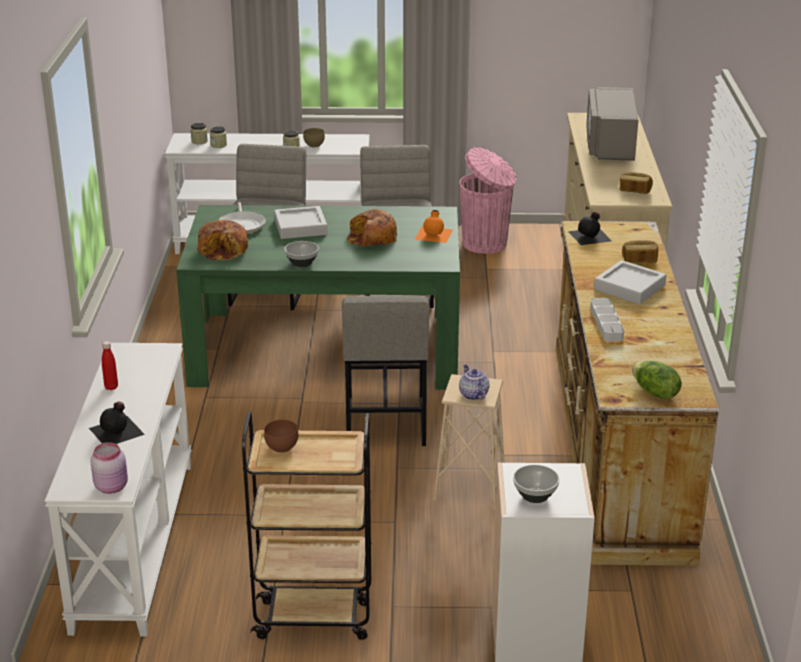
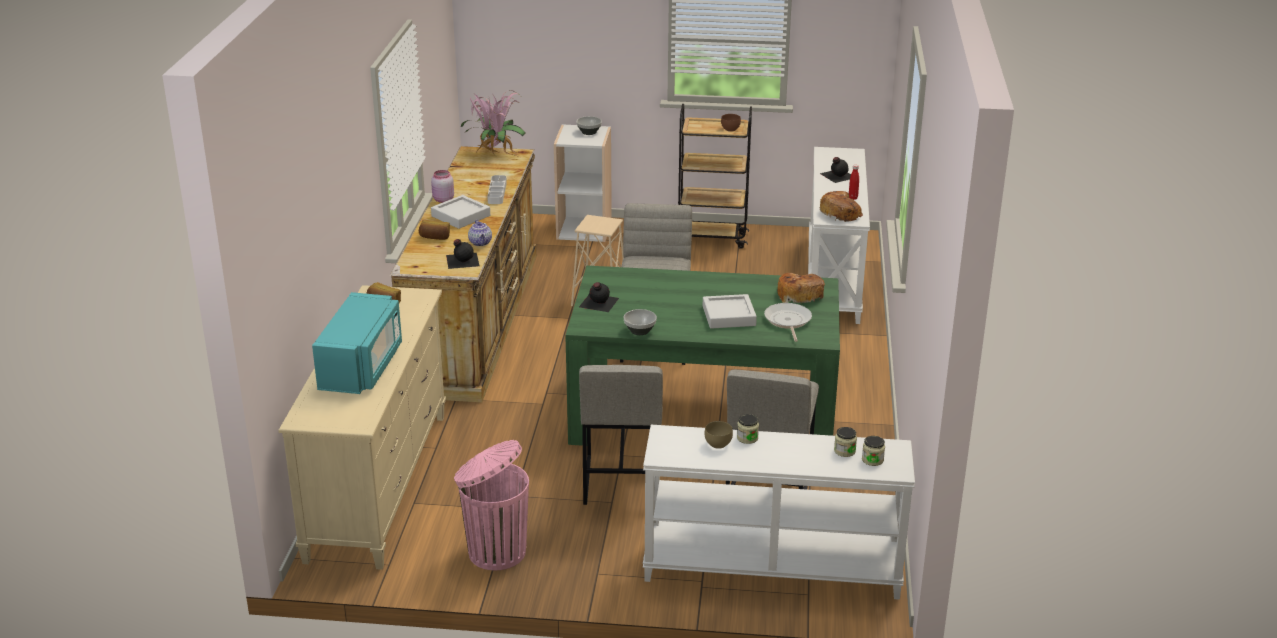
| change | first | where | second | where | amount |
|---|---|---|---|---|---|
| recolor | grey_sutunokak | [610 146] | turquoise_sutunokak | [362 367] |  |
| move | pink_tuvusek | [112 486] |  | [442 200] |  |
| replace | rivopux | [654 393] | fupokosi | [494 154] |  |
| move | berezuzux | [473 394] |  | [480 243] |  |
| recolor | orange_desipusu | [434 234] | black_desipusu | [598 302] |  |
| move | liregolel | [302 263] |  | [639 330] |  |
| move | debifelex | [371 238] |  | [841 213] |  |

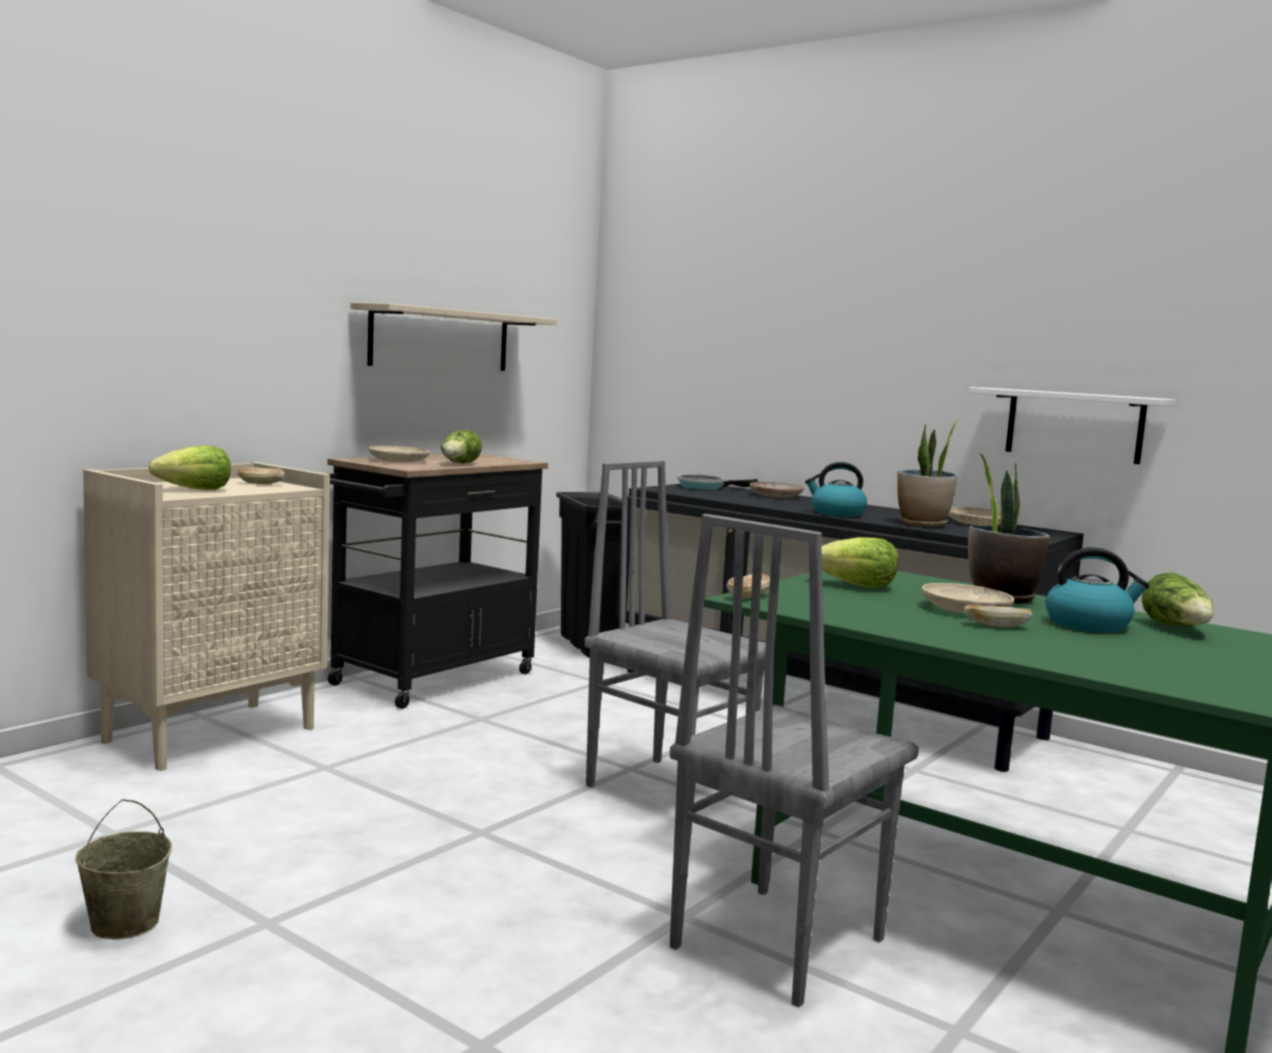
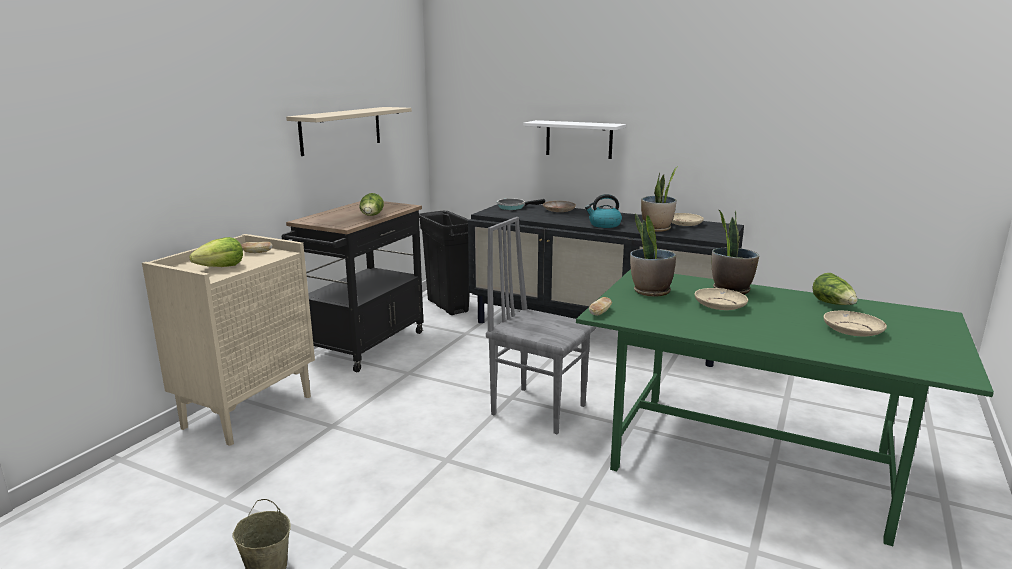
| change | first | where | second | where | amount |
|---|---|---|---|---|---|
| move | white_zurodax | [1074 425] |  | [579 139] |  |
| replace | rivopux | [857 586] | fupokosi | [650 291] |  |
| move | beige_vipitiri | [399 461] |  | [852 330] |  |
| delete | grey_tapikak | [774 942] |  |  |  |
| delete | debifelex | [996 626] |  |  |  |
| delete | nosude | [1089 625] |  |  |  |

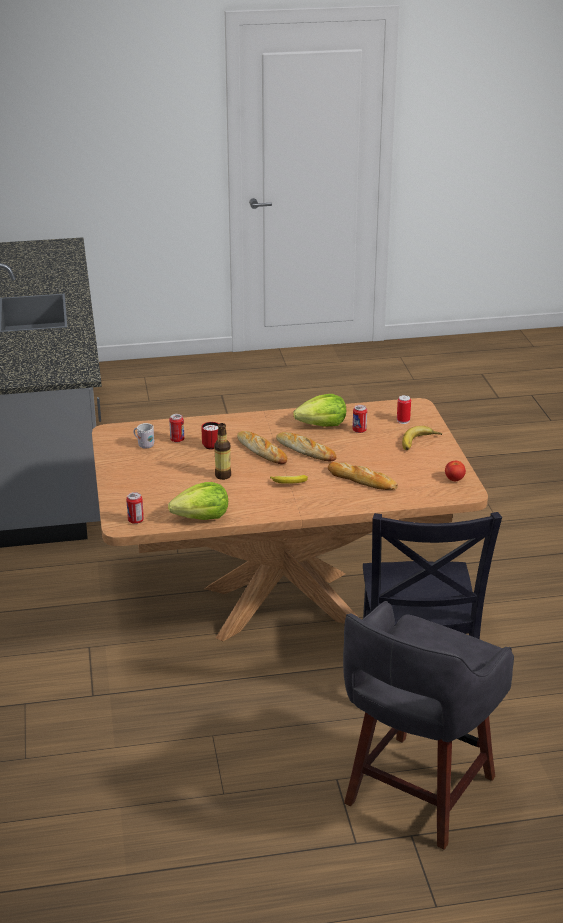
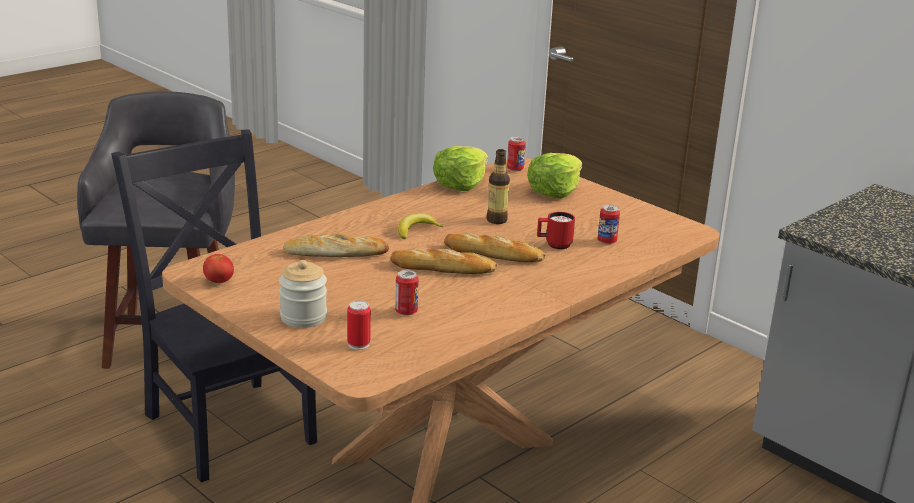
| change | first | where | second | where | amount |
|---|---|---|---|---|---|
| replace | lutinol | [420 443] | tuvusek | [303 317] |  |
| move | rivopux | [322 425] |  | [554 191] |  |
| delete | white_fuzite | [144 445] |  |  |  |

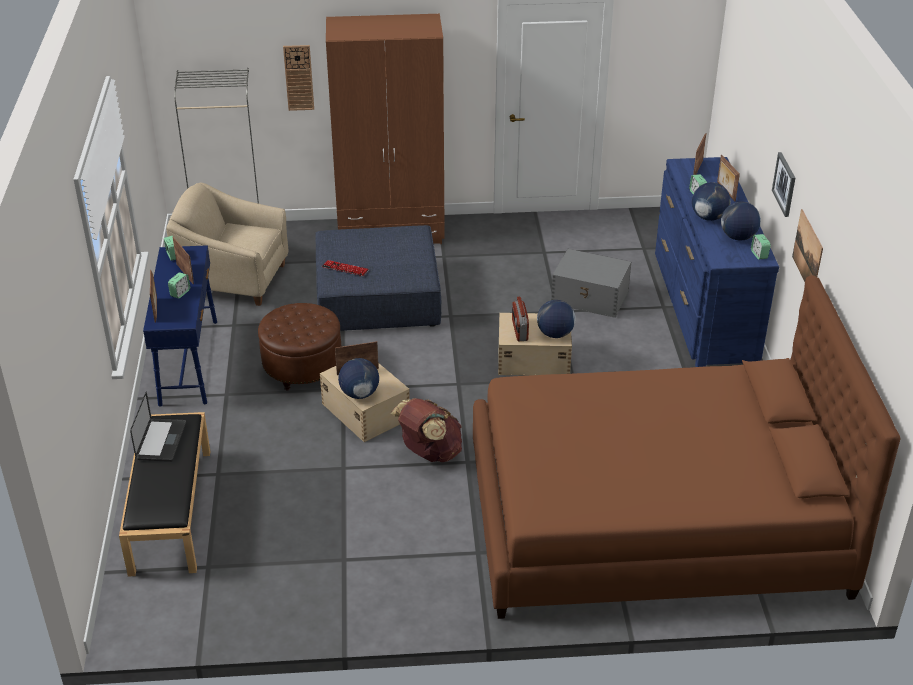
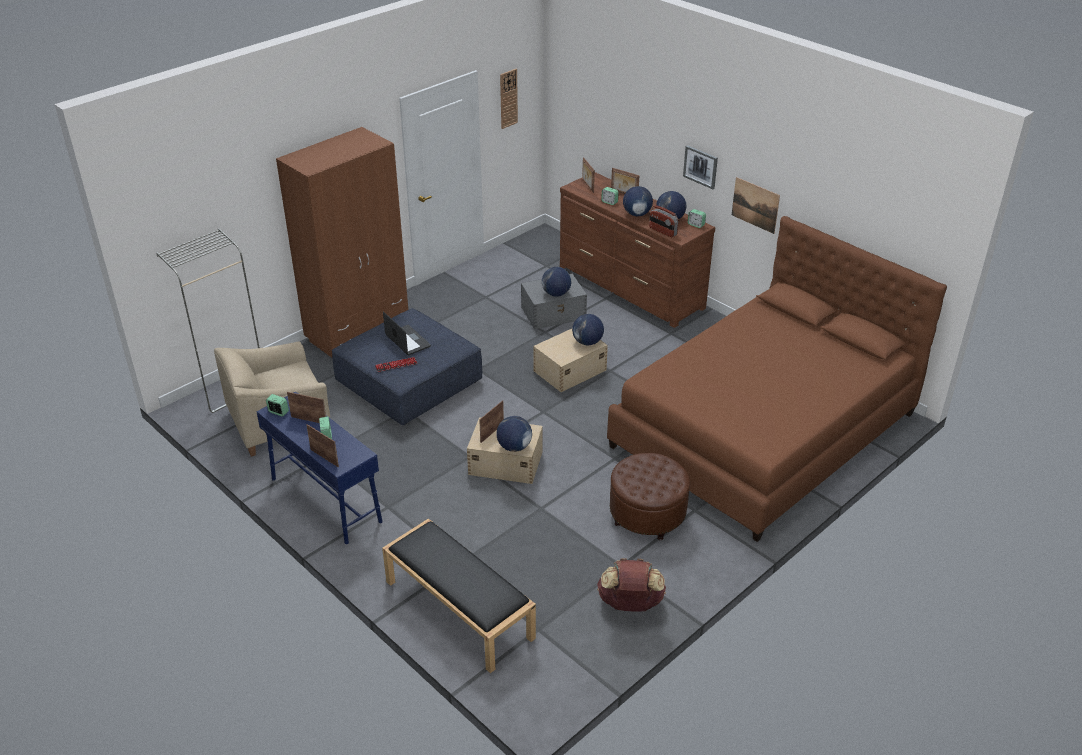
| change | first | where | second | where | amount |
|---|---|---|---|---|---|
| move | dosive | [161 441] |  | [407 341] |  |
| move | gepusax | [299 77] |  | [508 98] |  |
| insert |  |  | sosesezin | [556 294] |  |
| recolor | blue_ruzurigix | [704 308] | brown_ruzurigix | [630 287] |  |
| move | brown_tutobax | [429 453] |  | [630 604] |  |
| move | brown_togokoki | [302 368] |  | [647 516] |  |
| move | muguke | [519 330] |  | [662 231] |  |

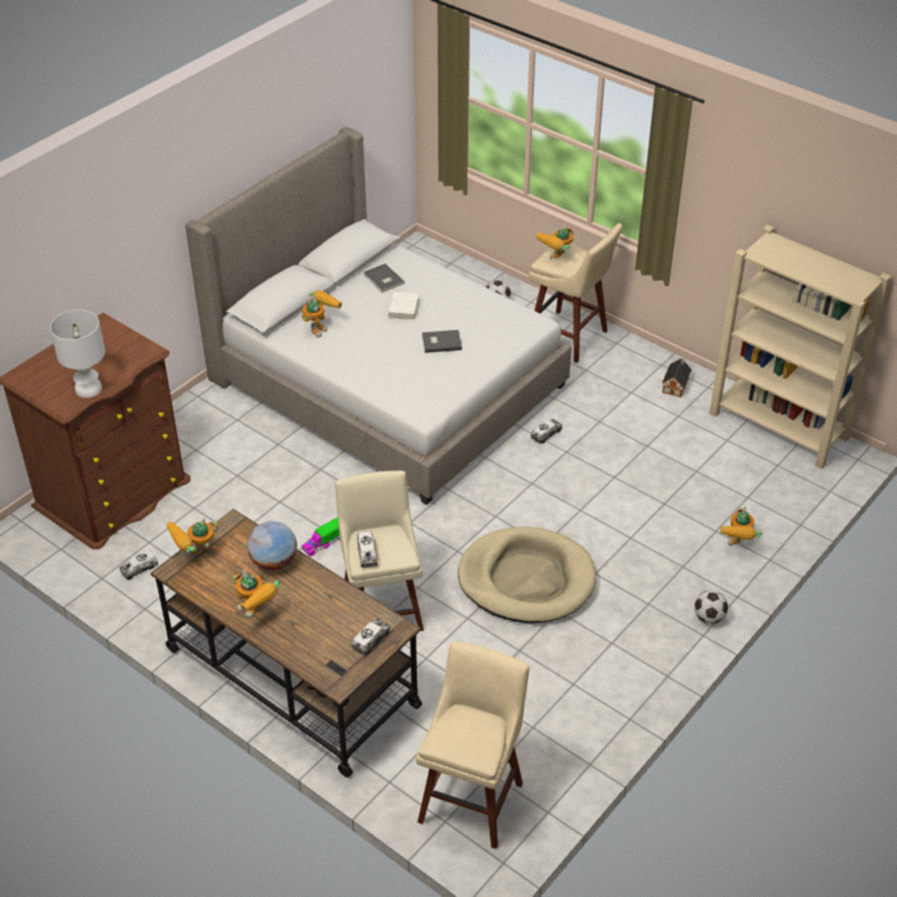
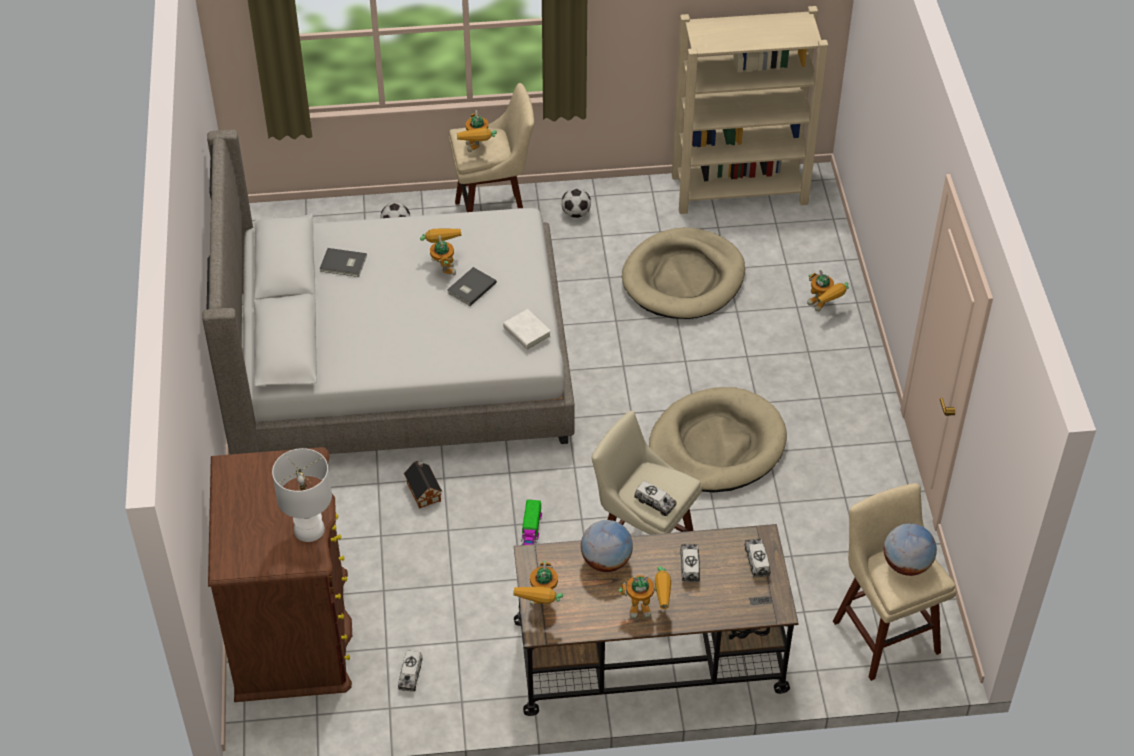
| change | first | where | second | where | amount |
|---|---|---|---|---|---|
| move | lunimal | [676 385] |  | [423 491] |  |
| move | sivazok | [320 327] |  | [443 265] |  |
| move | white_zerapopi | [403 309] |  | [527 333] |  |
| move | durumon | [709 618] |  | [576 213] |  |
| insert |  |  | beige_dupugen | [683 278] |  |
| move | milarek | [546 434] |  | [690 566] |  |
| insert |  |  | sosesezin | [906 565] |  |

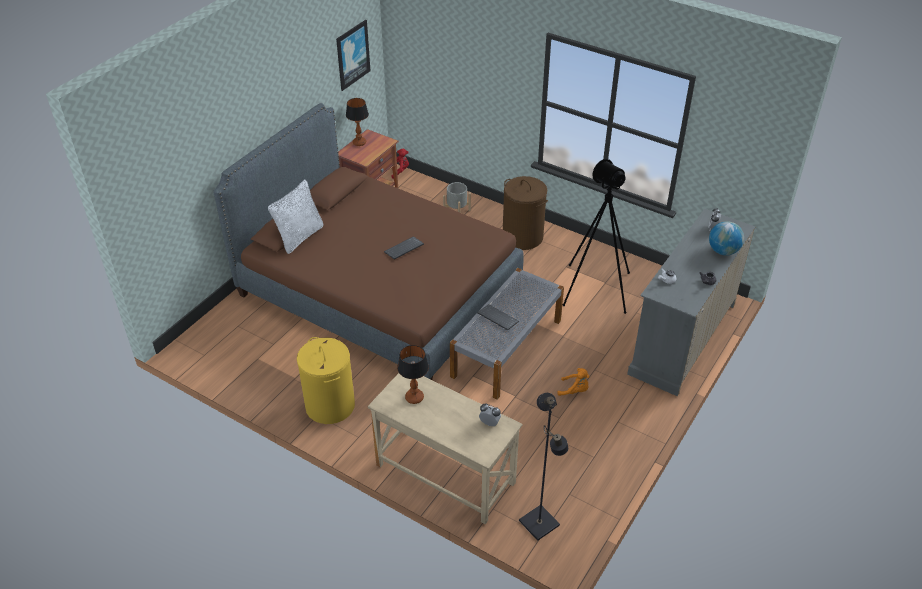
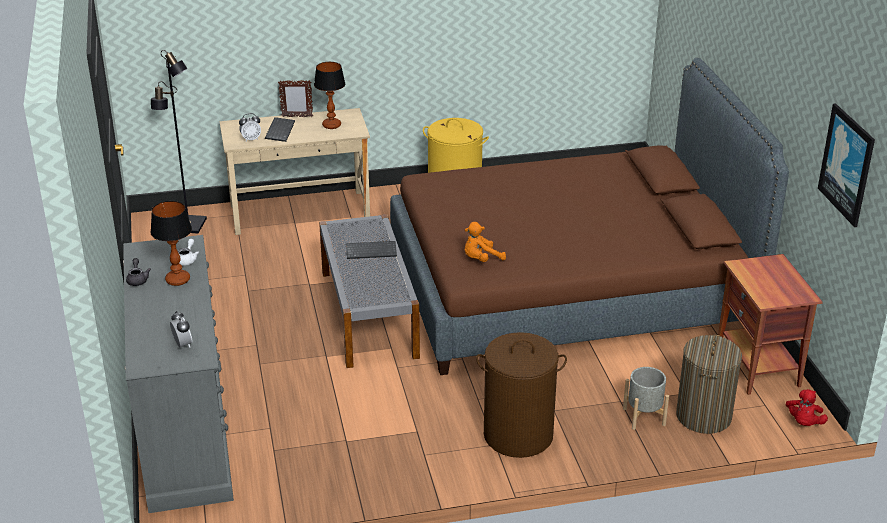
| change | first | where | second | where | amount |
|---|---|---|---|---|---|
| move | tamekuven | [359 143] |  | [178 279] |  |
| move | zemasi | [404 249] |  | [279 130] |  |
| insert |  |  | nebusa | [297 116] |  |
| move | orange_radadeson | [574 390] |  | [481 259] |  |
| insert |  |  | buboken | [703 416] |  |
| delete | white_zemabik | [300 237] |  |  |  |
| delete | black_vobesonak | [596 289] |  |  |  |
| delete | sosesezin | [723 251] |  |  |  |

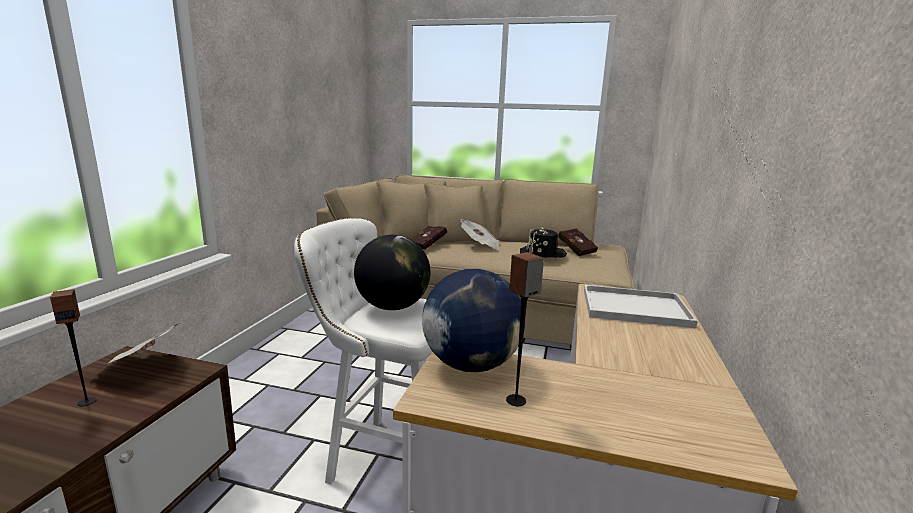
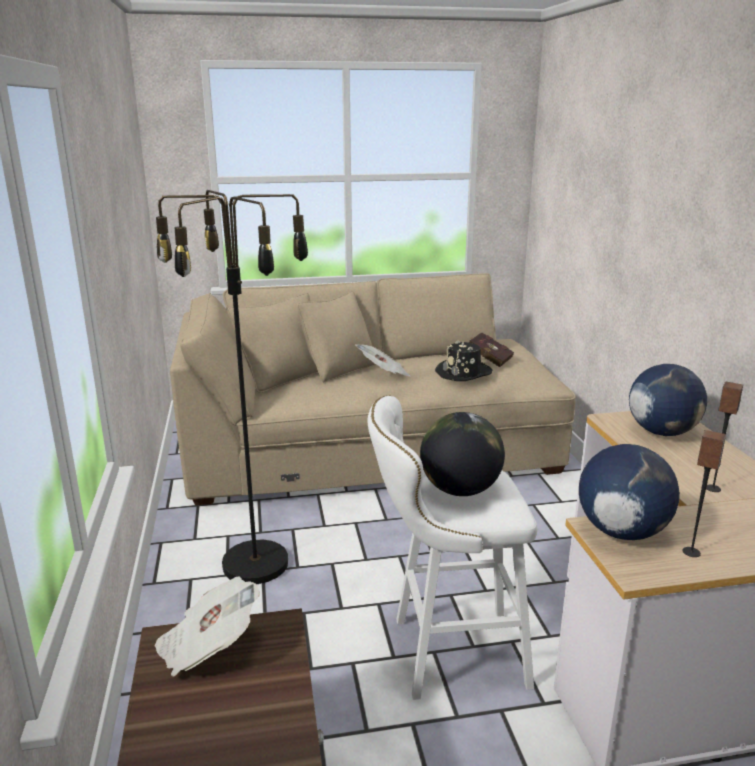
| change | first | where | second | where | amount |
|---|---|---|---|---|---|
| insert |  |  | vobesonak | [254 565] |  |
| replace | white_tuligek | [636 307] | sosesezin | [661 432] |  |
| move | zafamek | [87 401] |  | [712 488] |  |
| delete | red_zerapopi | [429 246] |  |  |  |

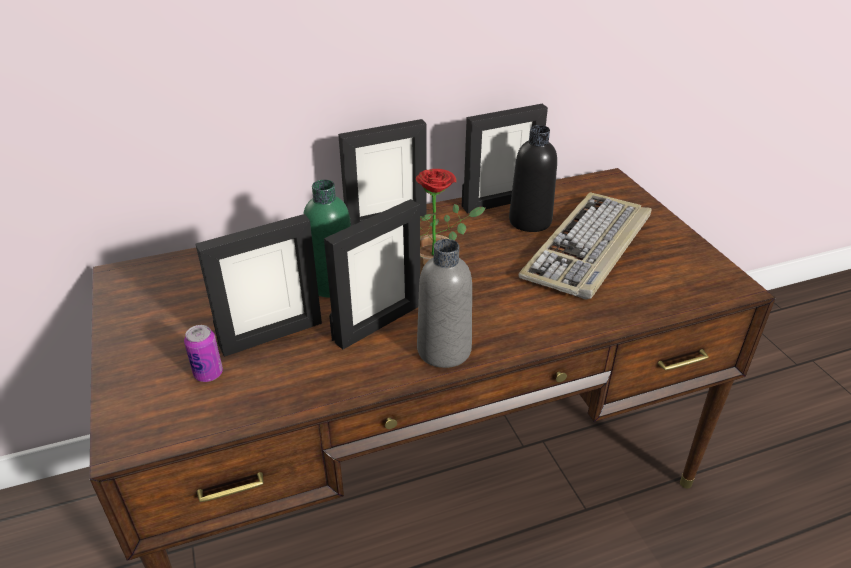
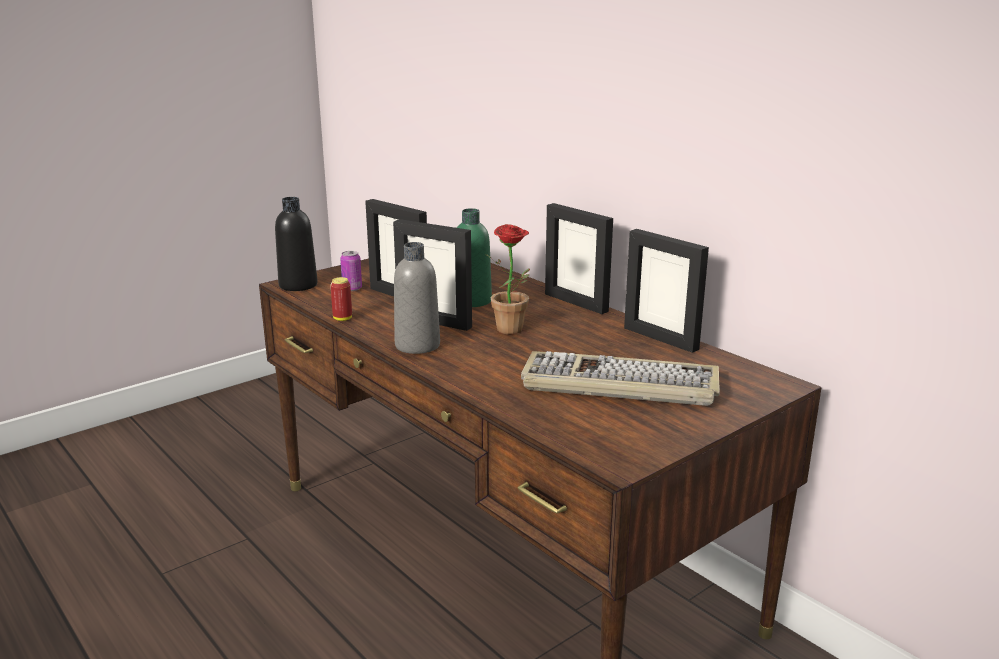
| change | first | where | second | where | amount |
|---|---|---|---|---|---|
| move | black_desipusu | [530 221] |  | [298 285] |  |
| insert |  |  | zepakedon | [342 319] |  |

